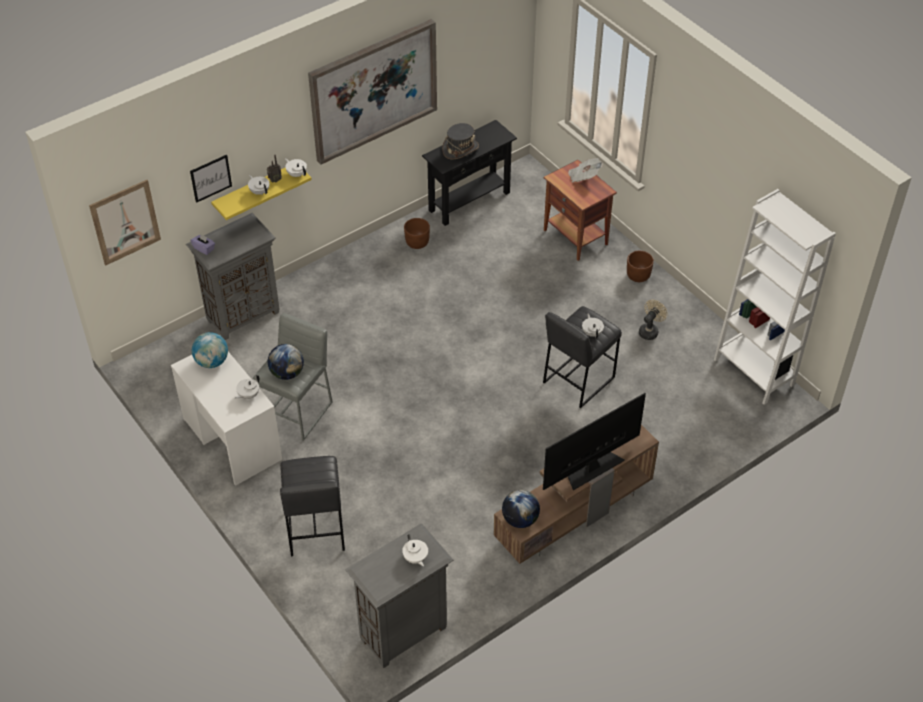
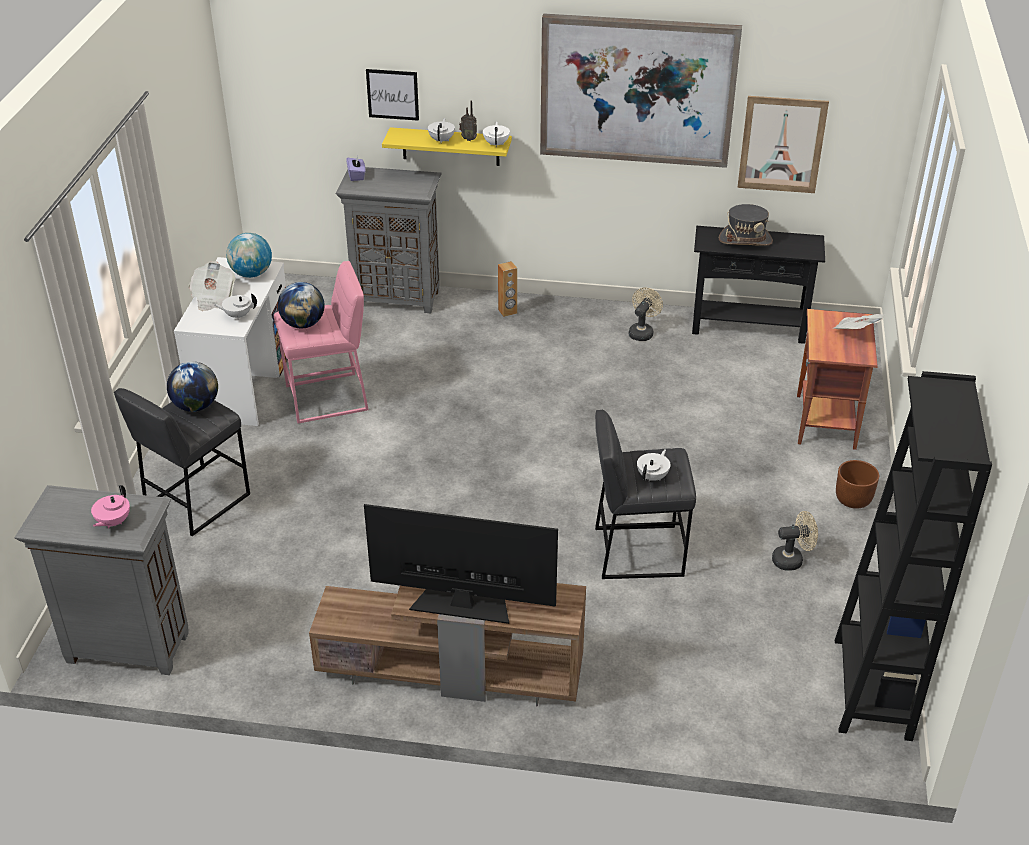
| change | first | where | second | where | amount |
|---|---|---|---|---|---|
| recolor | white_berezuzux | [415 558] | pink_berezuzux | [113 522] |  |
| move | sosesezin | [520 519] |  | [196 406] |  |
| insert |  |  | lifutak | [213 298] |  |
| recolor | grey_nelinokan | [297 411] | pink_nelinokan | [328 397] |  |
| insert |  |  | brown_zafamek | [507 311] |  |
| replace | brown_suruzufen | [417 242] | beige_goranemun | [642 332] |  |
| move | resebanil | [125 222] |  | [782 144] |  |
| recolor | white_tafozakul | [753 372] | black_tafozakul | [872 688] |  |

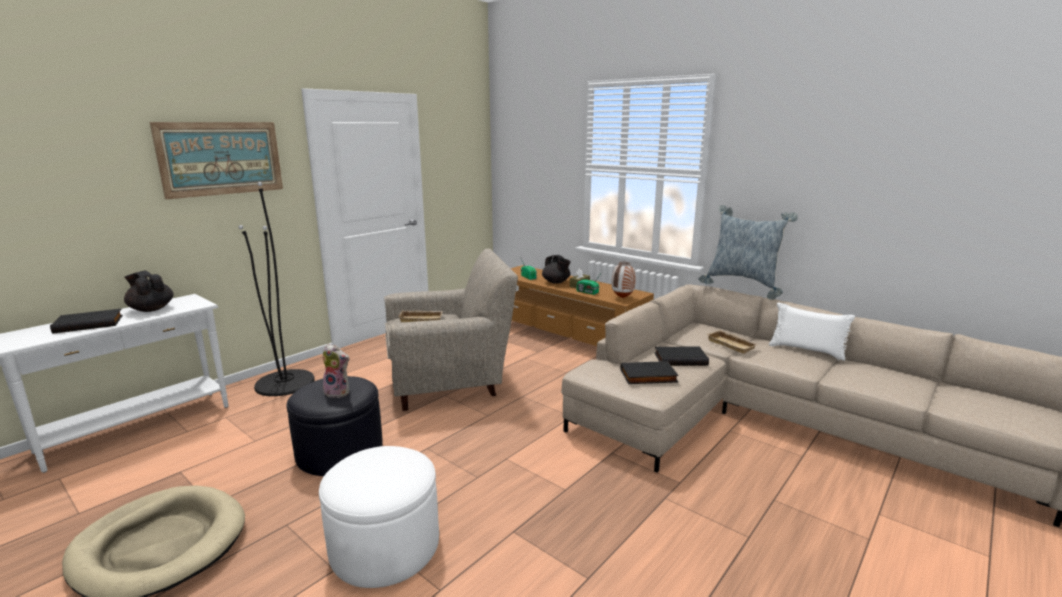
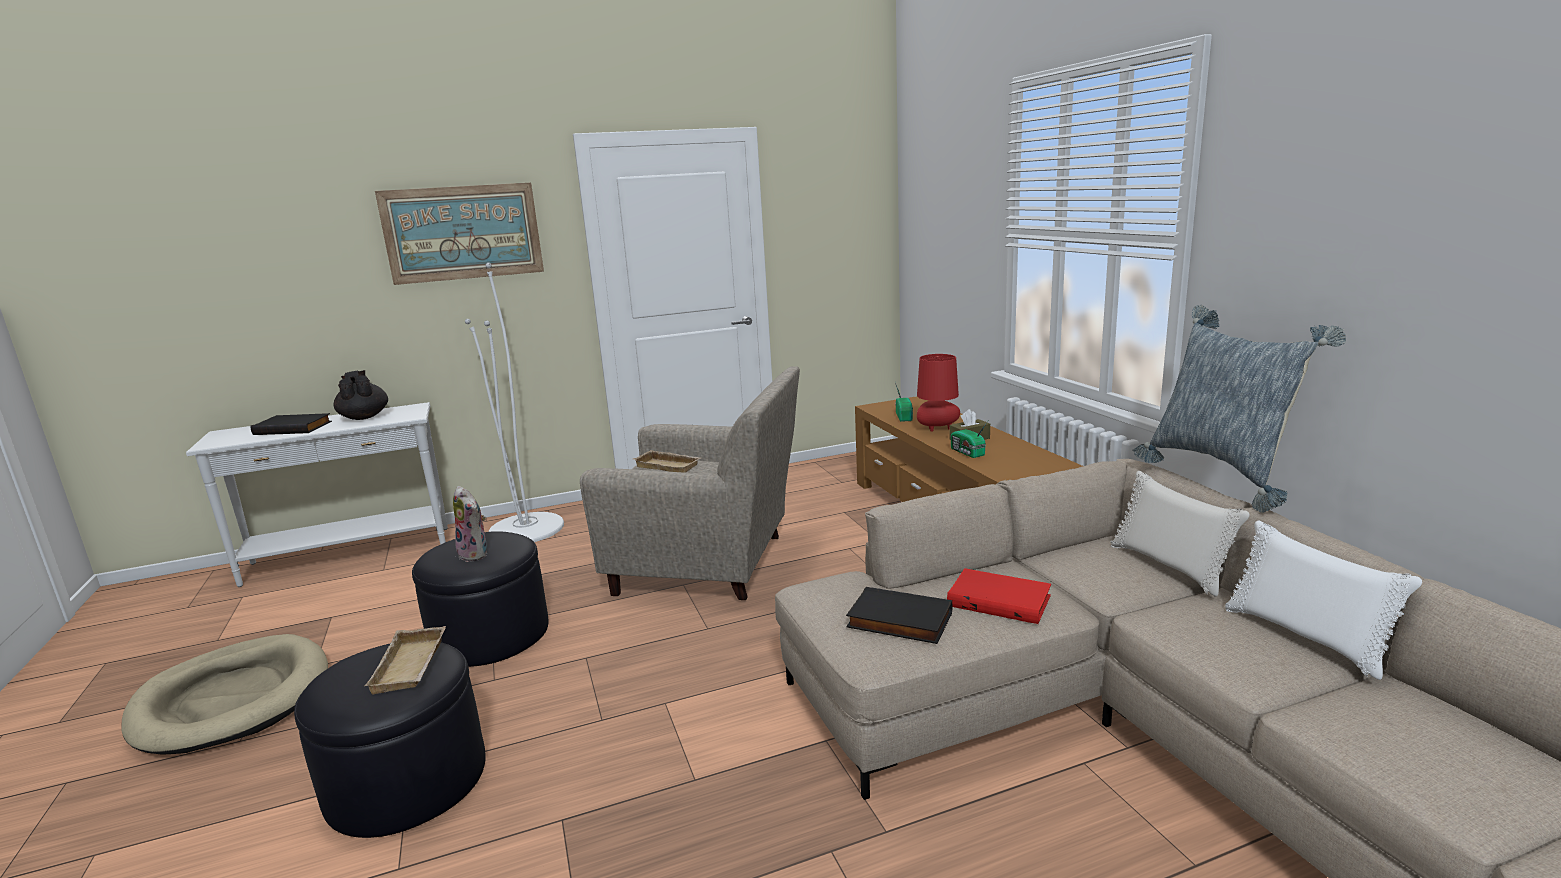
| change | first | where | second | where | amount |
|---|---|---|---|---|---|
| recolor | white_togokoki | [384 546] | black_togokoki | [406 780] |  |
| move | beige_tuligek | [732 344] |  | [412 666] |  |
| recolor | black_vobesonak | [285 383] | white_vobesonak | [526 529] |  |
| replace | black_berezuzux | [556 282] | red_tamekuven | [937 429] |  |
| recolor | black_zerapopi | [680 358] | red_zerapopi | [1000 600] |  |
| insert |  |  | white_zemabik | [1170 567] |  |
| delete | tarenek | [622 298] |  |  |  |

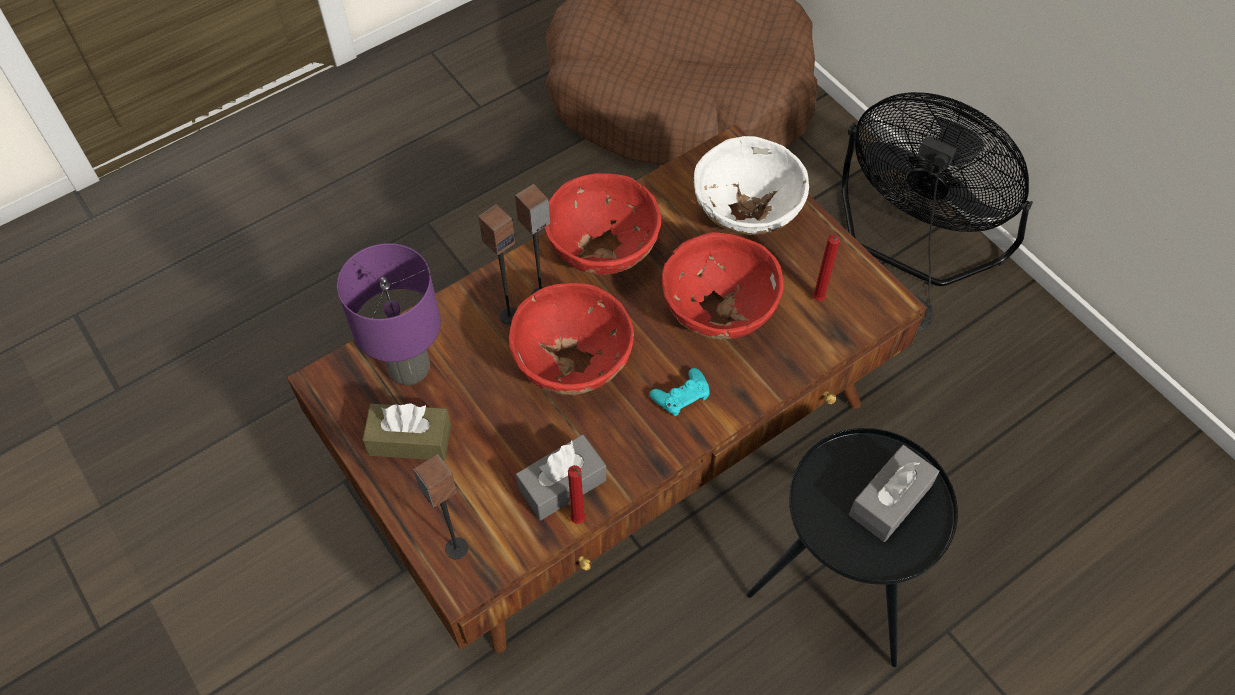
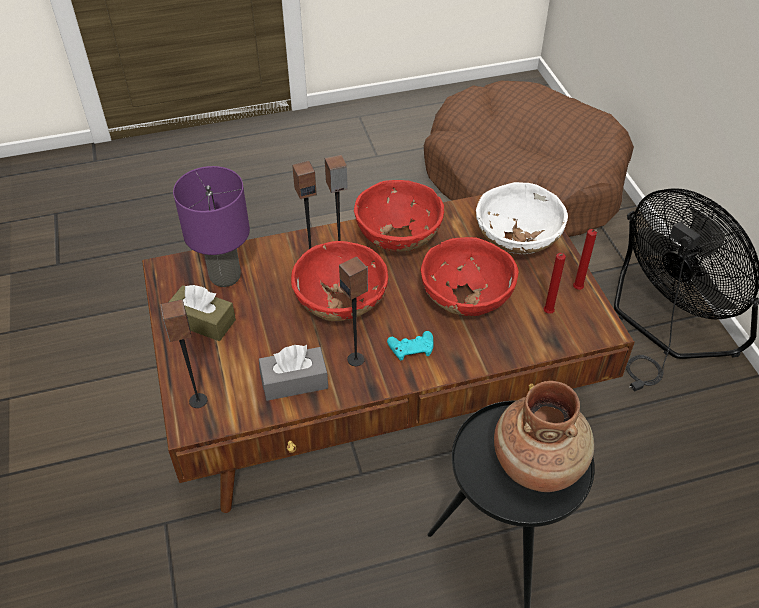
| change | first | where | second | where | amount |
|---|---|---|---|---|---|
| insert |  |  | zafamek | [356 359] |  |
| replace | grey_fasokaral | [890 500] | brown_tarenek | [538 463] |  |
| move | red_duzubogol | [579 521] |  | [578 290] |  |

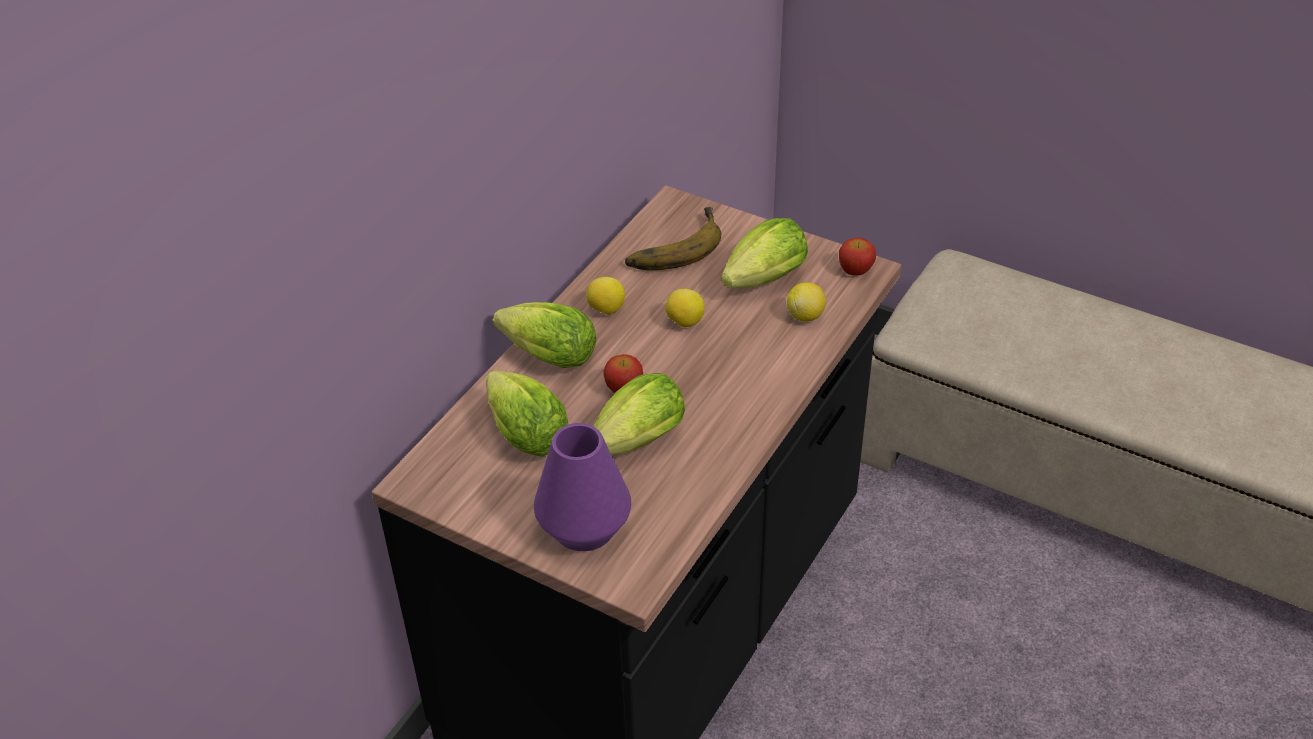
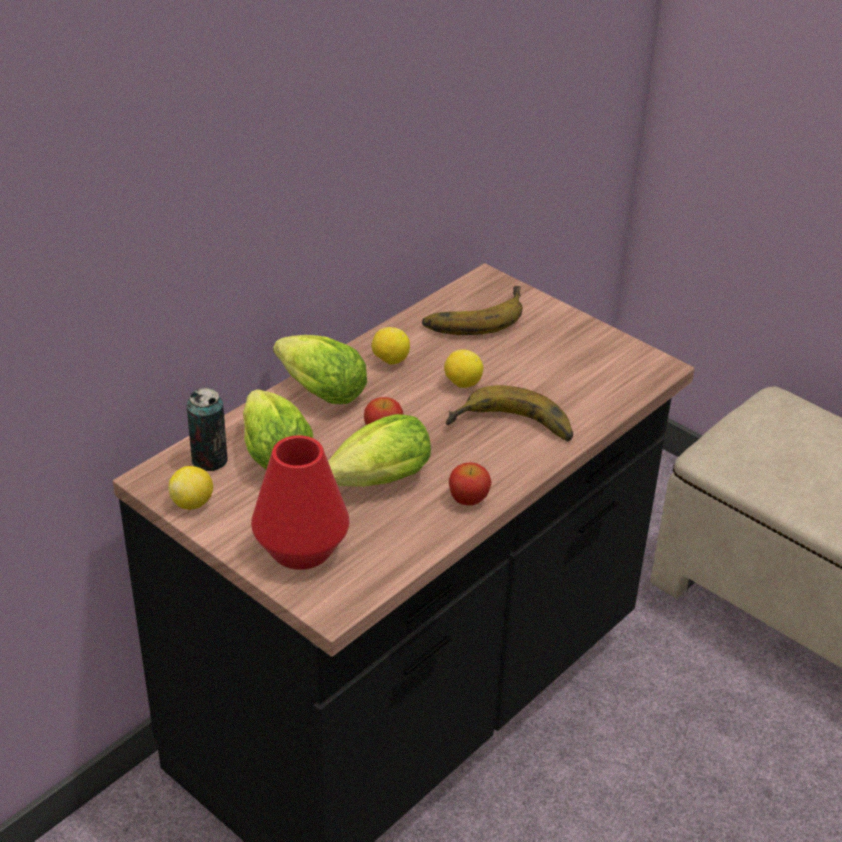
| change | first | where | second | where | amount |
|---|---|---|---|---|---|
| move | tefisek | [805 316] |  | [193 503] |  |
| insert |  |  | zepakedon | [209 460] |  |
| recolor | purple_tarenek | [584 528] | red_tarenek | [301 549] |  |
| insert |  |  | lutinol | [511 430] |  |
| move | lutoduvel | [855 270] |  | [468 499] |  |
| delete | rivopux | [761 282] |  |  |  |

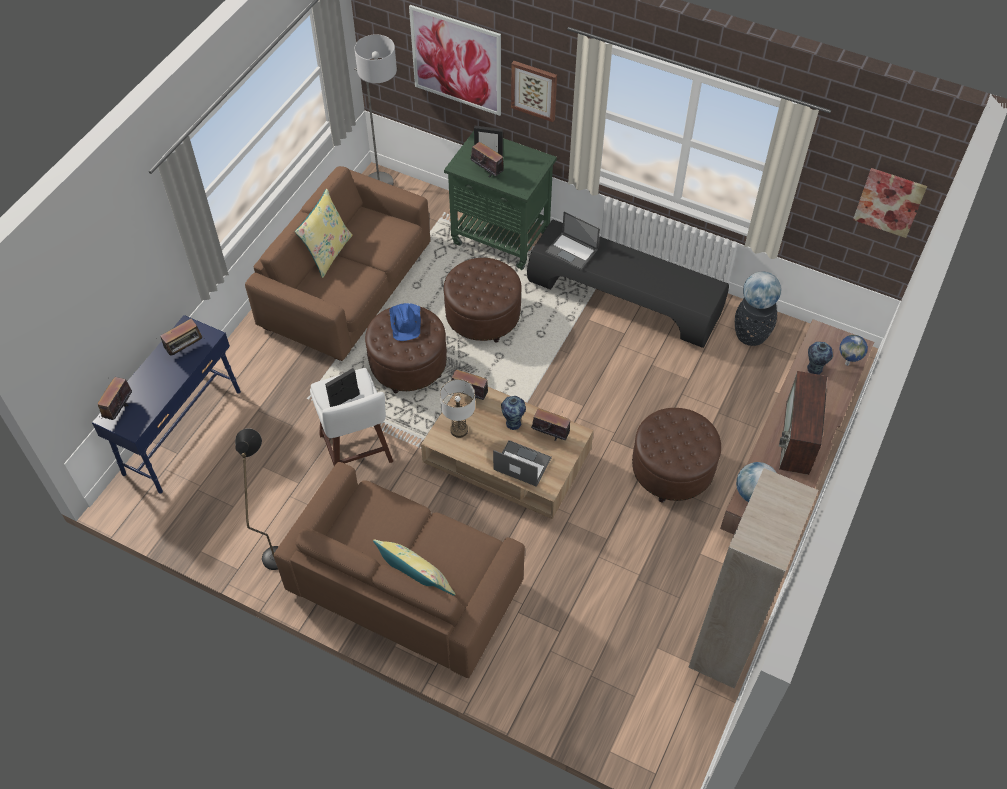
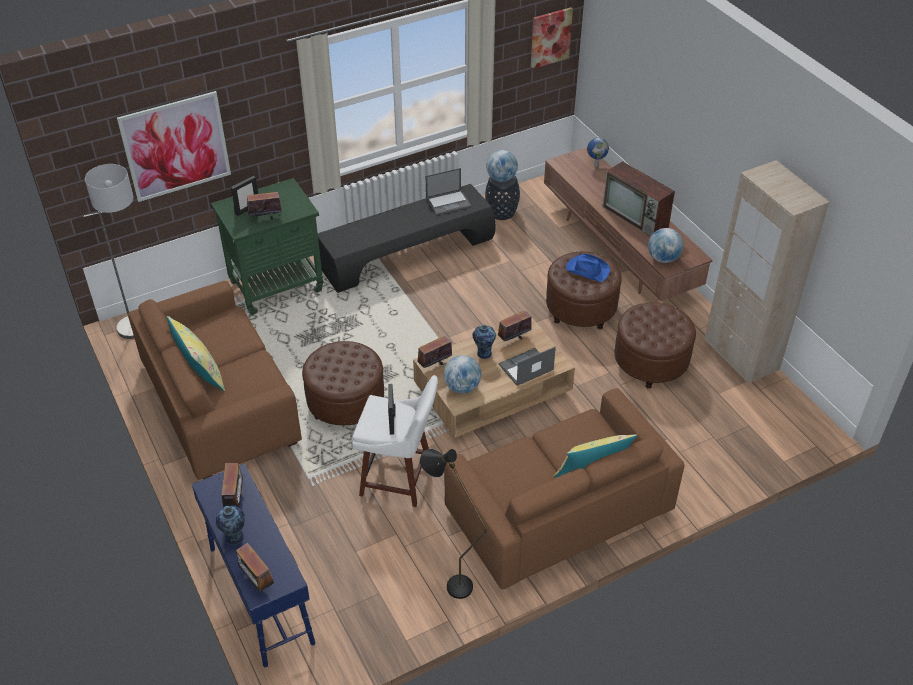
| change | first | where | second | where | amount |
|---|---|---|---|---|---|
| move | tarenek | [814 369] |  | [234 538] |  |
| move | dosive | [572 251] |  | [449 202] |  |
| replace | tamekuven | [459 430] | sosesezin | [462 387] |  |
| move | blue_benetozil | [406 322] |  | [587 269] |  |
| move | brown_togokoki | [483 318] |  | [650 363] |  |
| delete | resebanil | [534 90] |  |  |  |

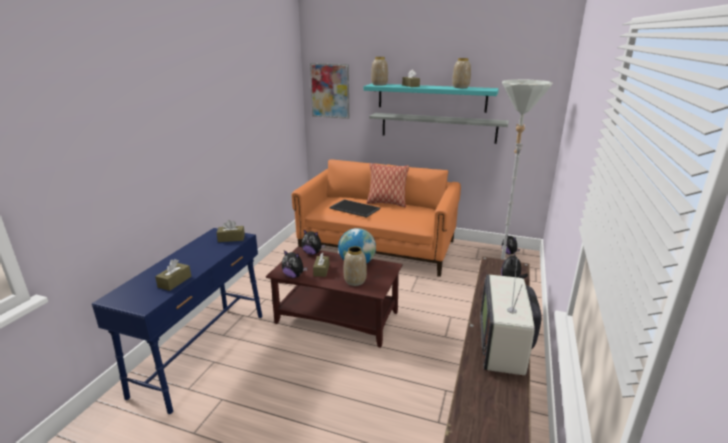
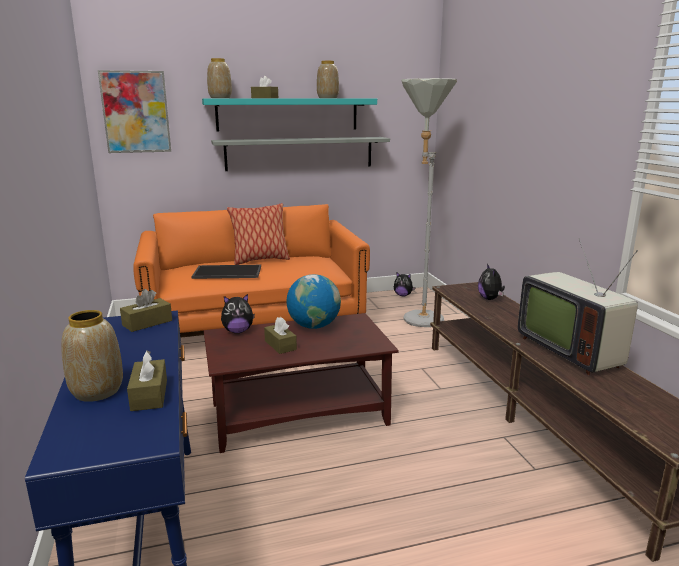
| change | first | where | second | where | amount |
|---|---|---|---|---|---|
| move | tarenek | [355 281] |  | [97 391] |  |
| delete | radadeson | [294 276] |  |  |  |

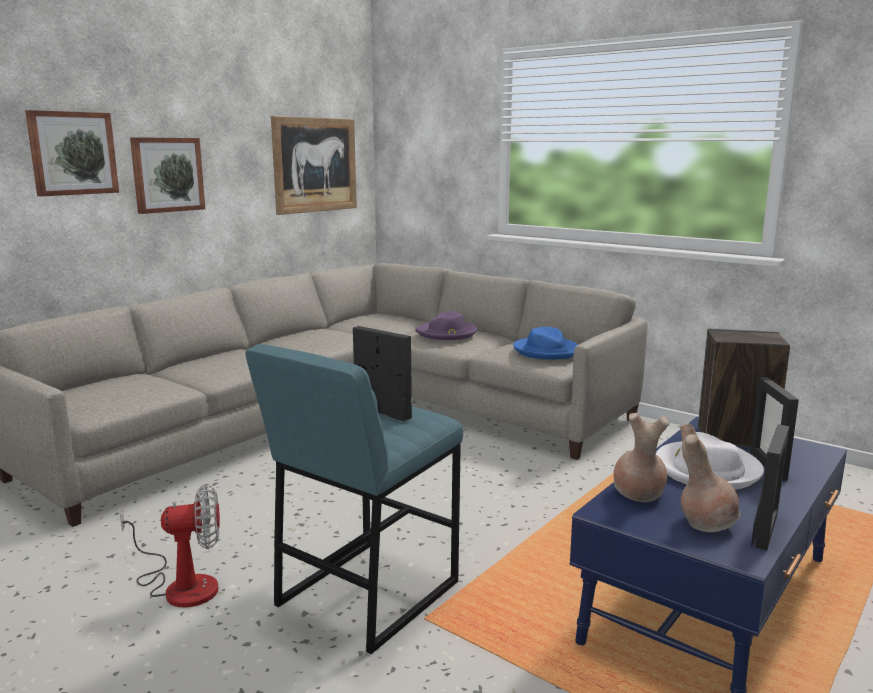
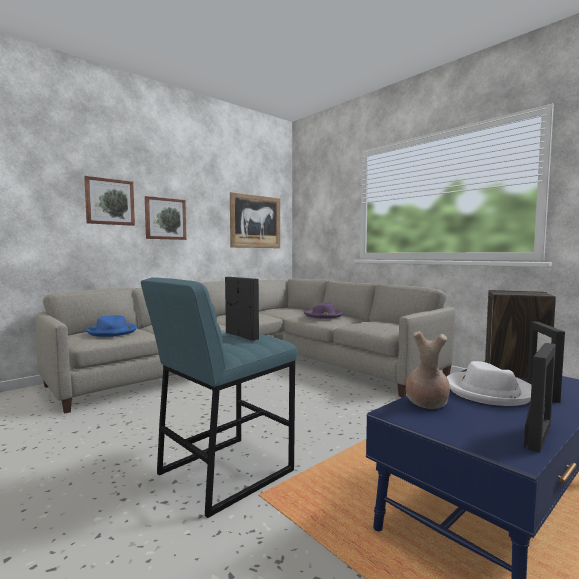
| change | first | where | second | where | amount |
|---|---|---|---|---|---|
| move | blue_benetozil | [546 351] |  | [112 332] |  |
| delete | goranemun | [181 585] |  |  |  |
| delete | brown_tarenek | [705 523] |  |  |  |

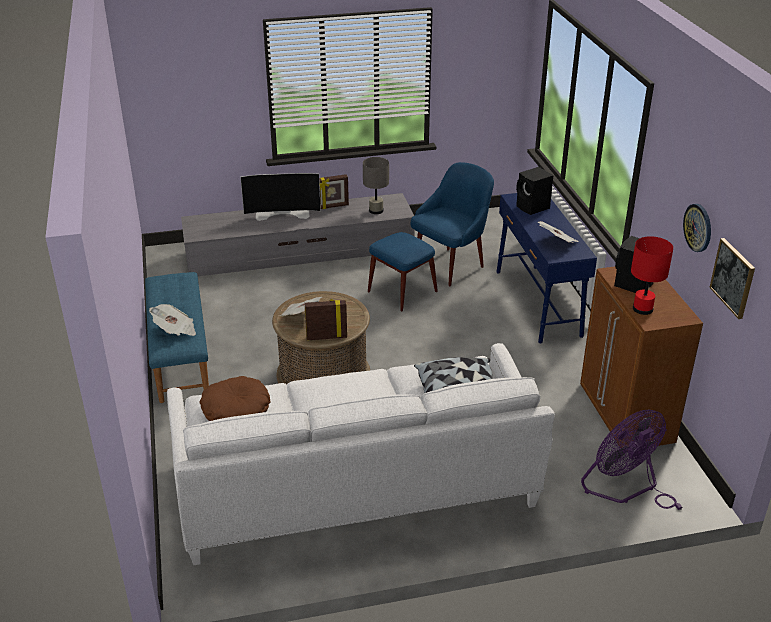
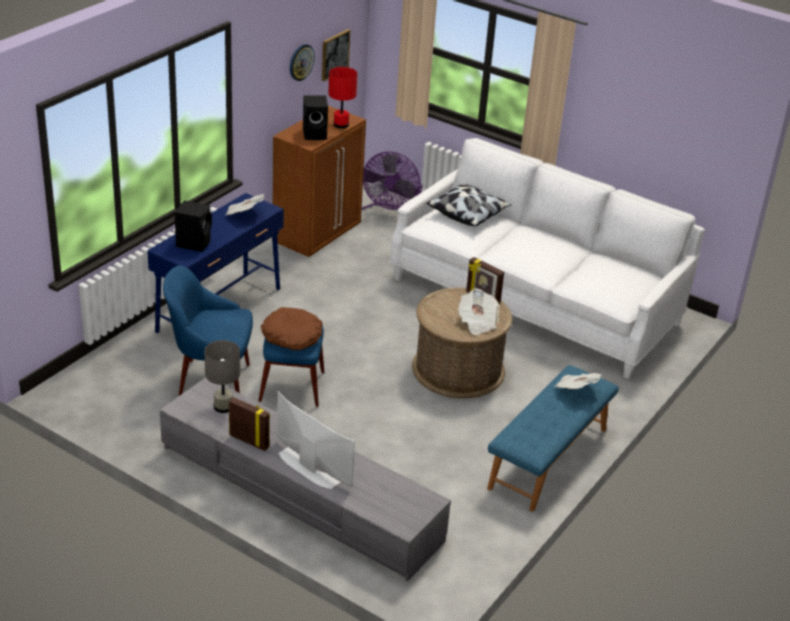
| change | first | where | second | where | amount |
|---|---|---|---|---|---|
| move | brown_zemabik | [236 411] |  | [293 336] |  |

